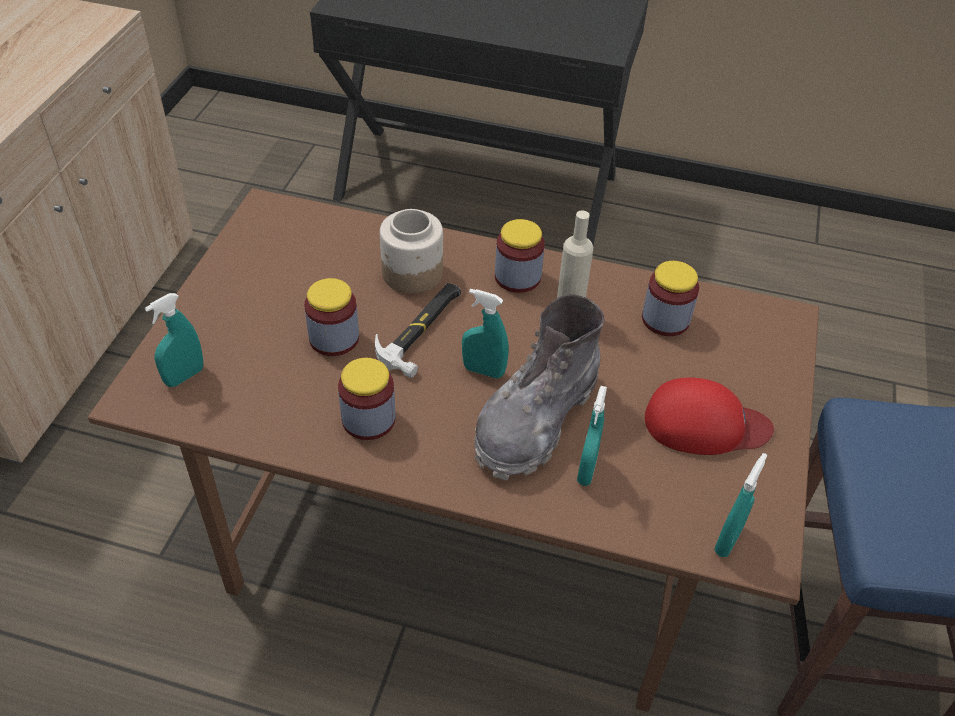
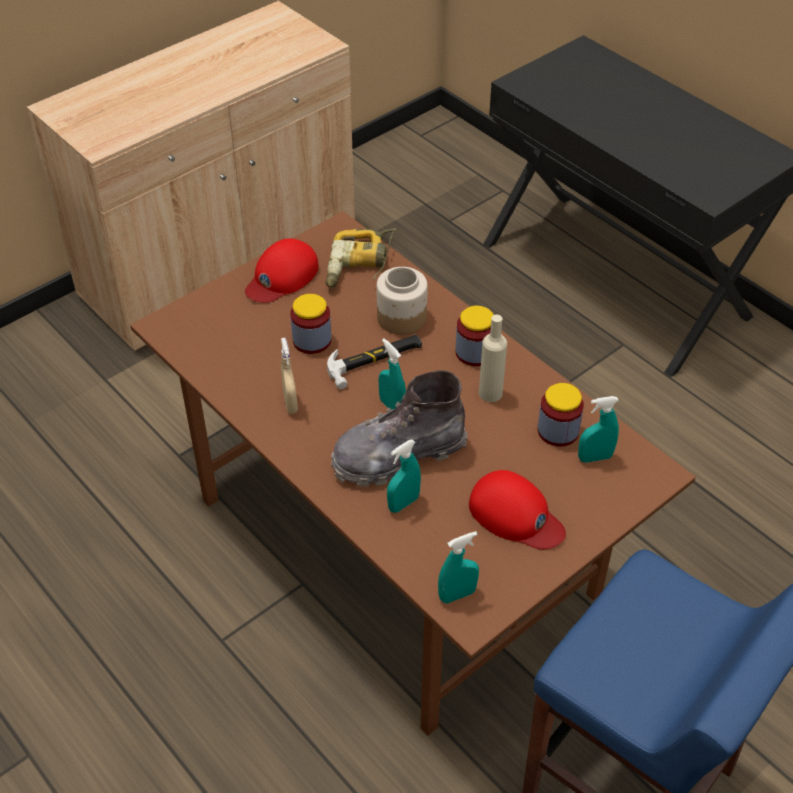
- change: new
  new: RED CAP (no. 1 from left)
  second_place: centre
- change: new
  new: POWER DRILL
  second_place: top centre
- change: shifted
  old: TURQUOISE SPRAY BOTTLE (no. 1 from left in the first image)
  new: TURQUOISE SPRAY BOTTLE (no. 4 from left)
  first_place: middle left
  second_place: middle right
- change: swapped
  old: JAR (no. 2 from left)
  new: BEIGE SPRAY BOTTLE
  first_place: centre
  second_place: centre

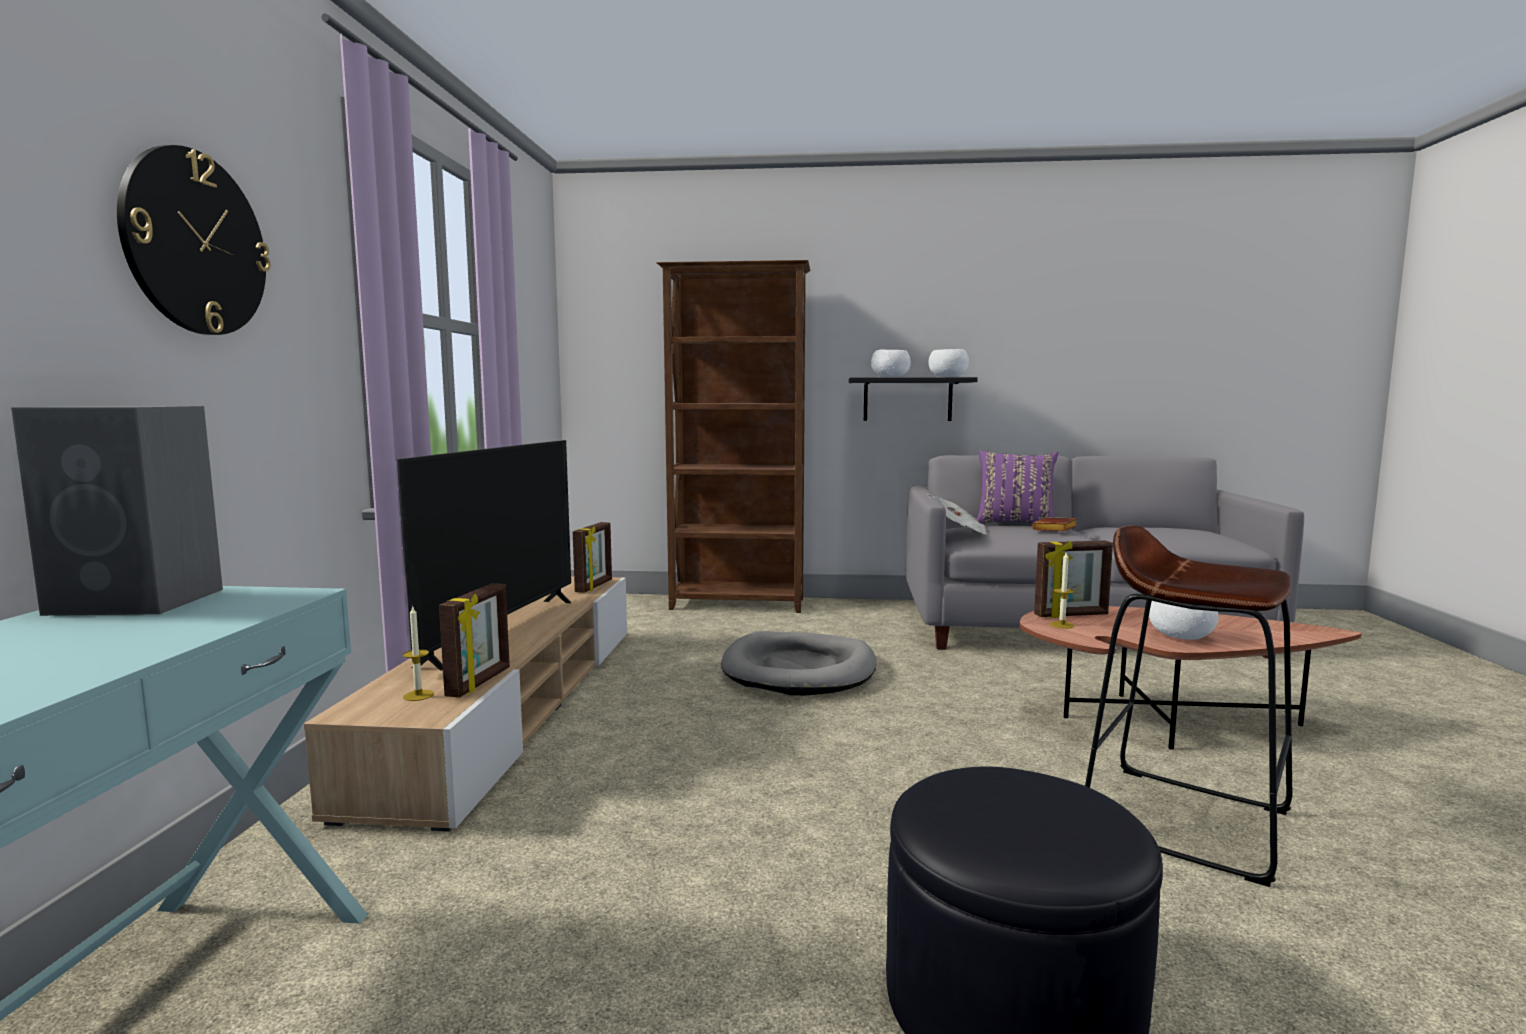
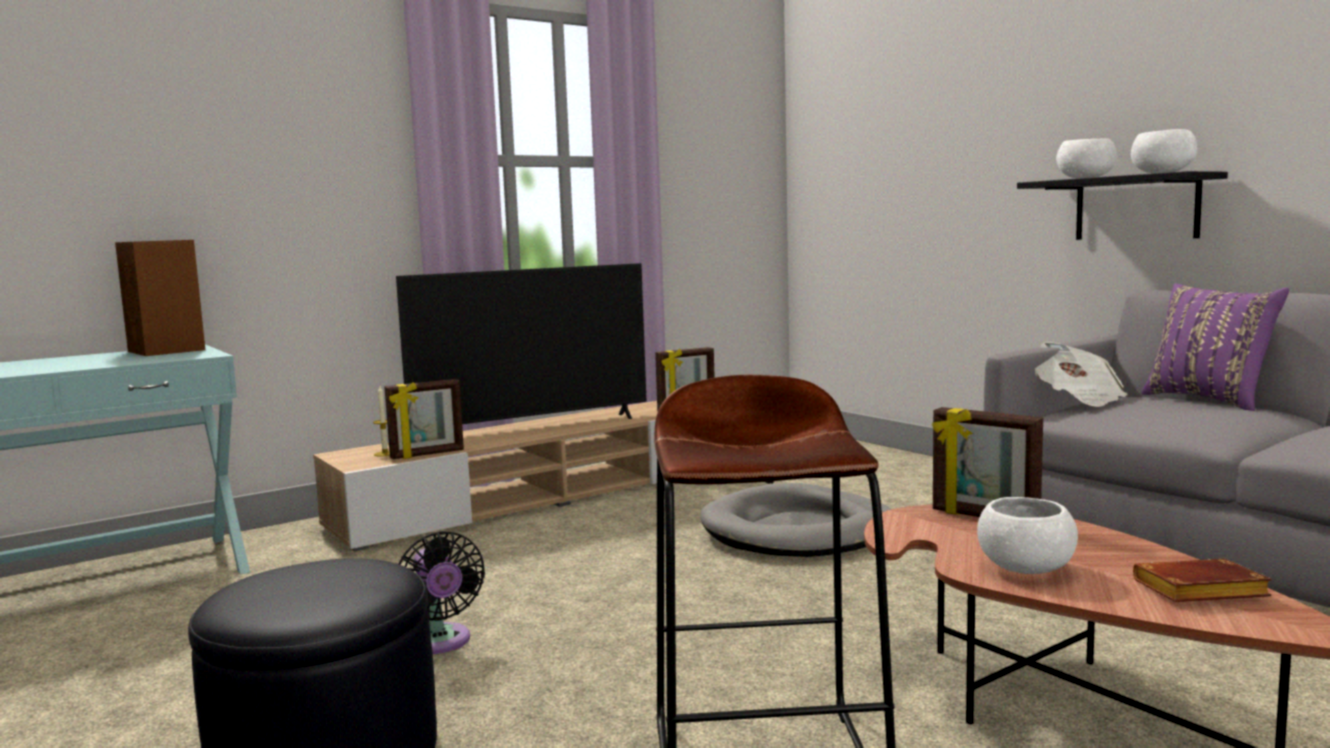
- change: gone
  old: WALL CLOCK
  first_place: top left
- change: gone
  old: BROWN BOOKCASE
  first_place: centre
- change: gone
  old: CANDLE (no. 2 from left)
  first_place: middle right
- change: new
  new: BLACK FAN
  second_place: bottom left
- change: shifted
  old: BROWN BOOK
  first_place: middle right
  second_place: bottom right
- change: repainted
  old: GREY SPEAKER
  new: BROWN SPEAKER
  first_place: middle left
  second_place: middle left

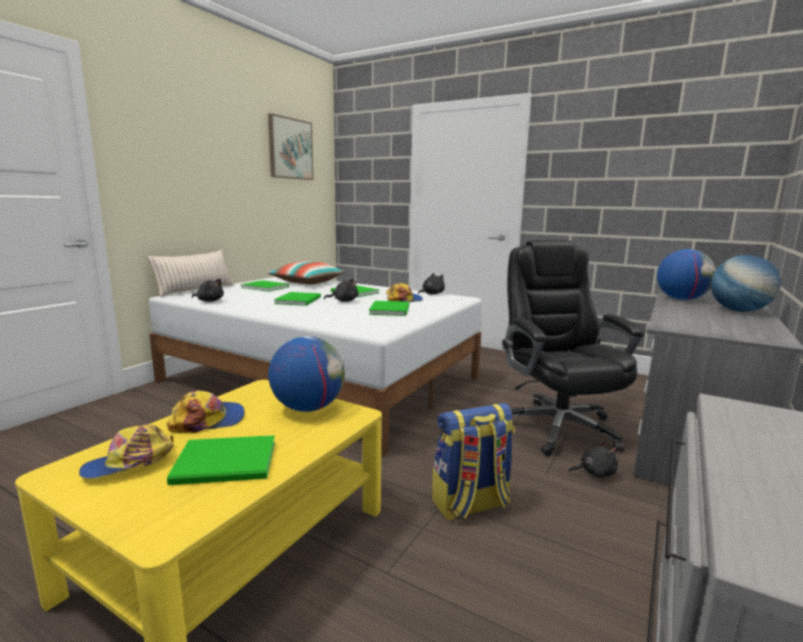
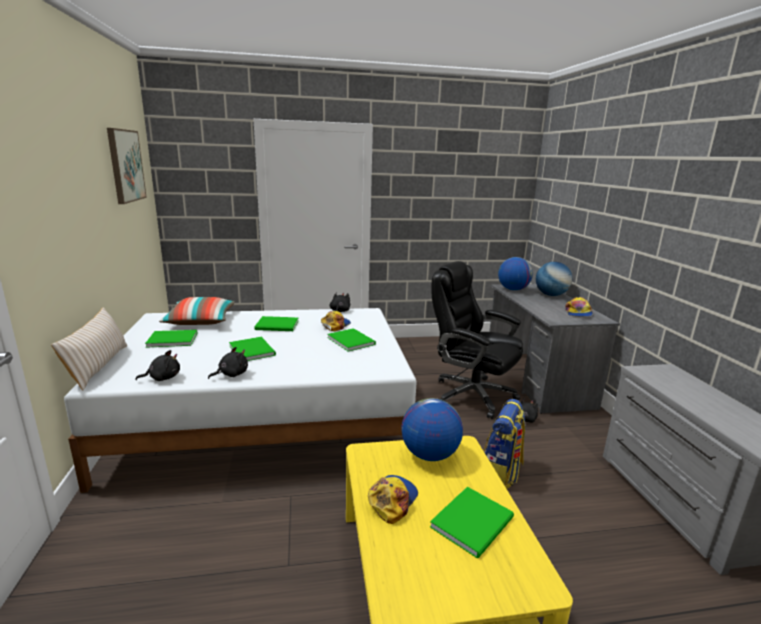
- change: shifted
  old: CAP (no. 1 from left in the first image)
  new: CAP (no. 3 from left)
  first_place: bottom left
  second_place: middle right
- change: shifted
  old: BLACK PLUSH TOY (no. 2 from left)
  first_place: centre
  second_place: middle left

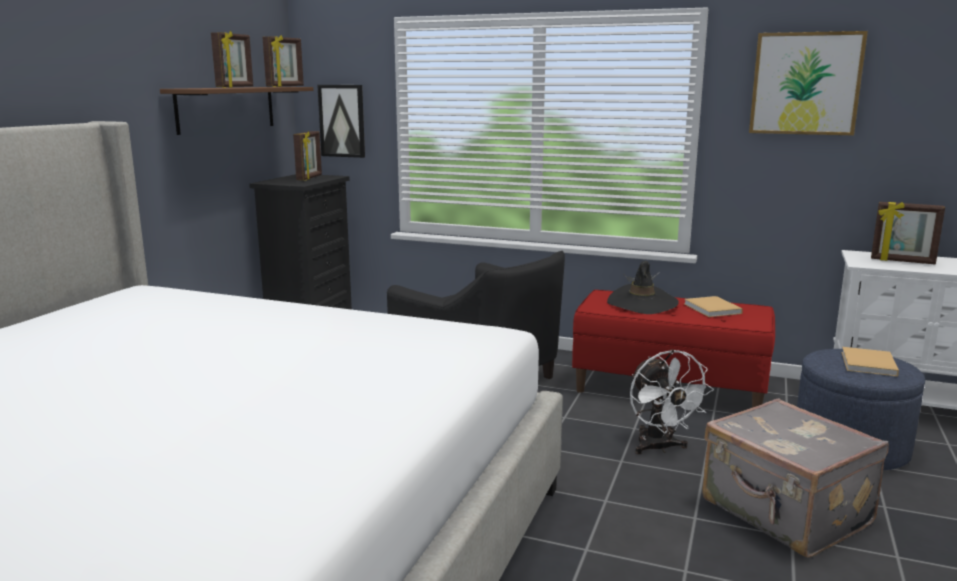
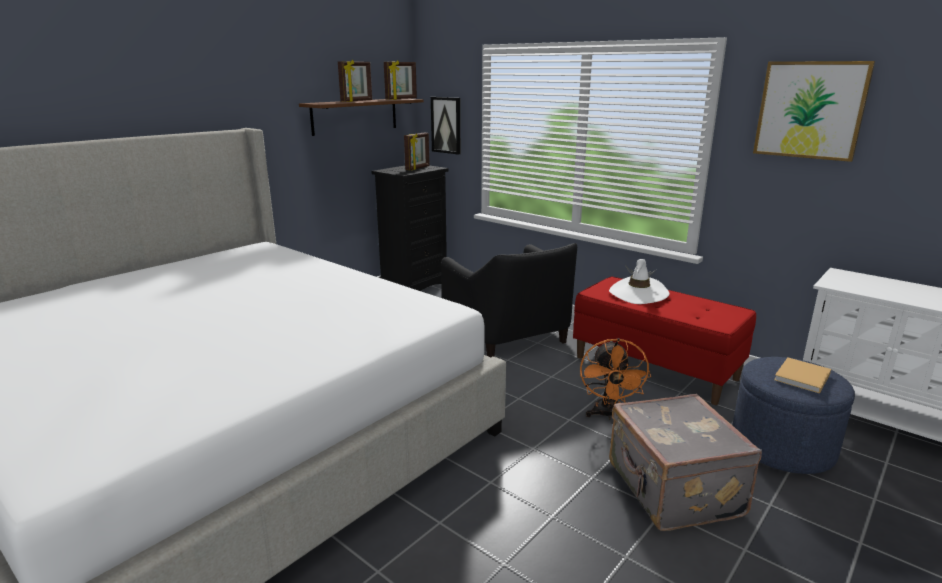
- change: gone
  old: BEIGE BOOK (no. 1 from left)
  first_place: middle right
- change: gone
  old: PICTURE FRAME (no. 4 from left)
  first_place: middle right
- change: repainted
  old: BLACK HAT
  new: WHITE HAT
  first_place: middle right
  second_place: middle right
- change: repainted
  old: WHITE FAN
  new: ORANGE FAN
  first_place: bottom right
  second_place: centre

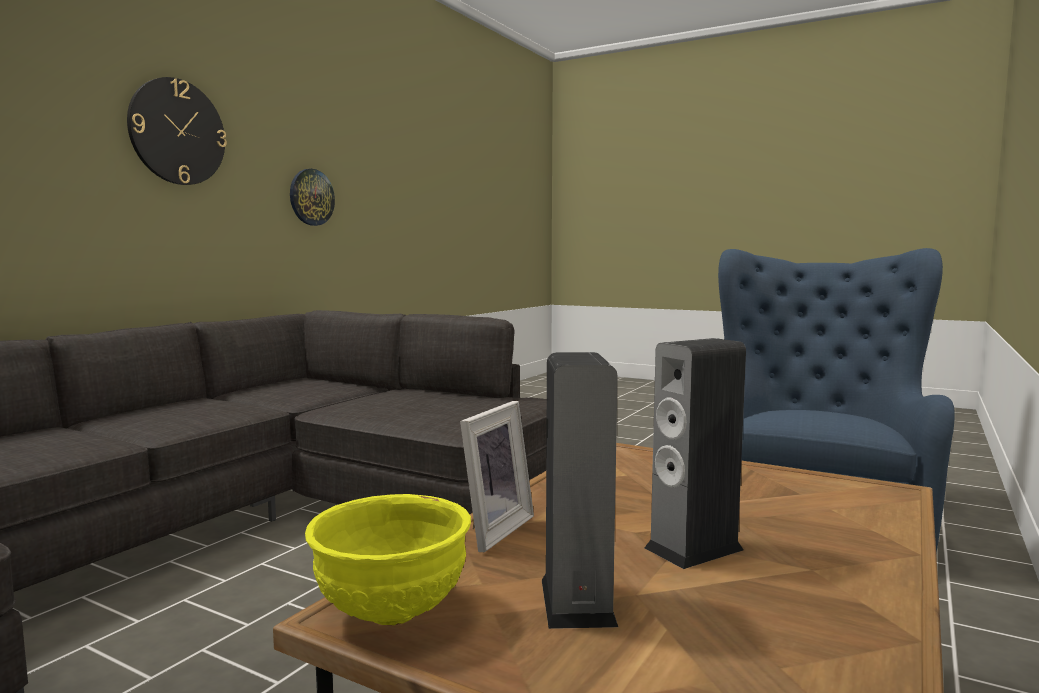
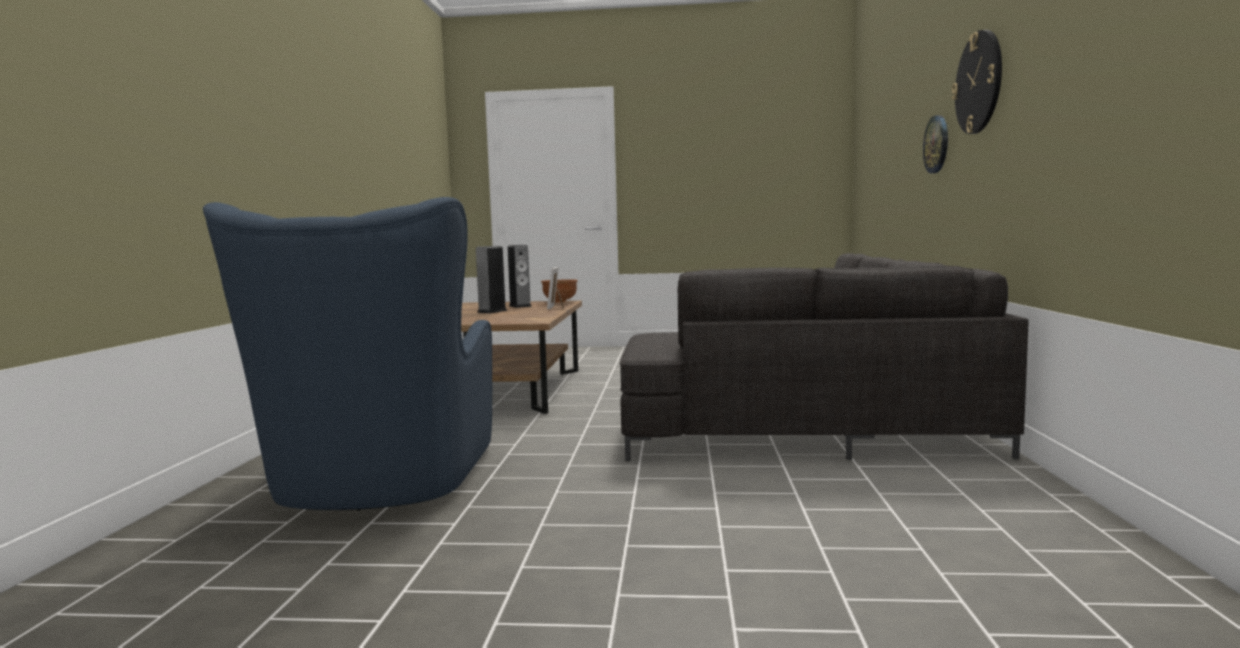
- change: shifted
  old: WALL CLOCK (no. 2 from left in the first image)
  new: WALL CLOCK (no. 1 from left)
  first_place: top left
  second_place: top right
- change: repainted
  old: YELLOW BOWL
  new: BROWN BOWL
  first_place: bottom centre
  second_place: centre

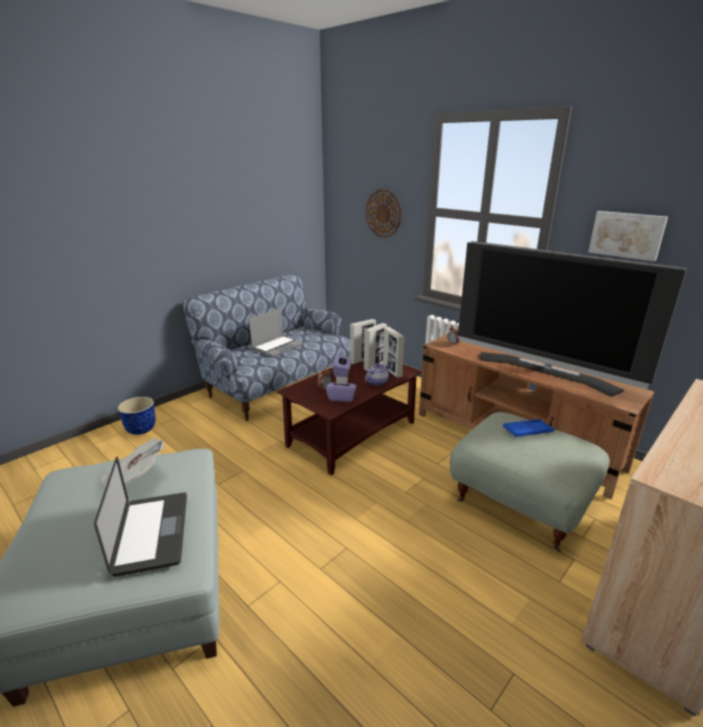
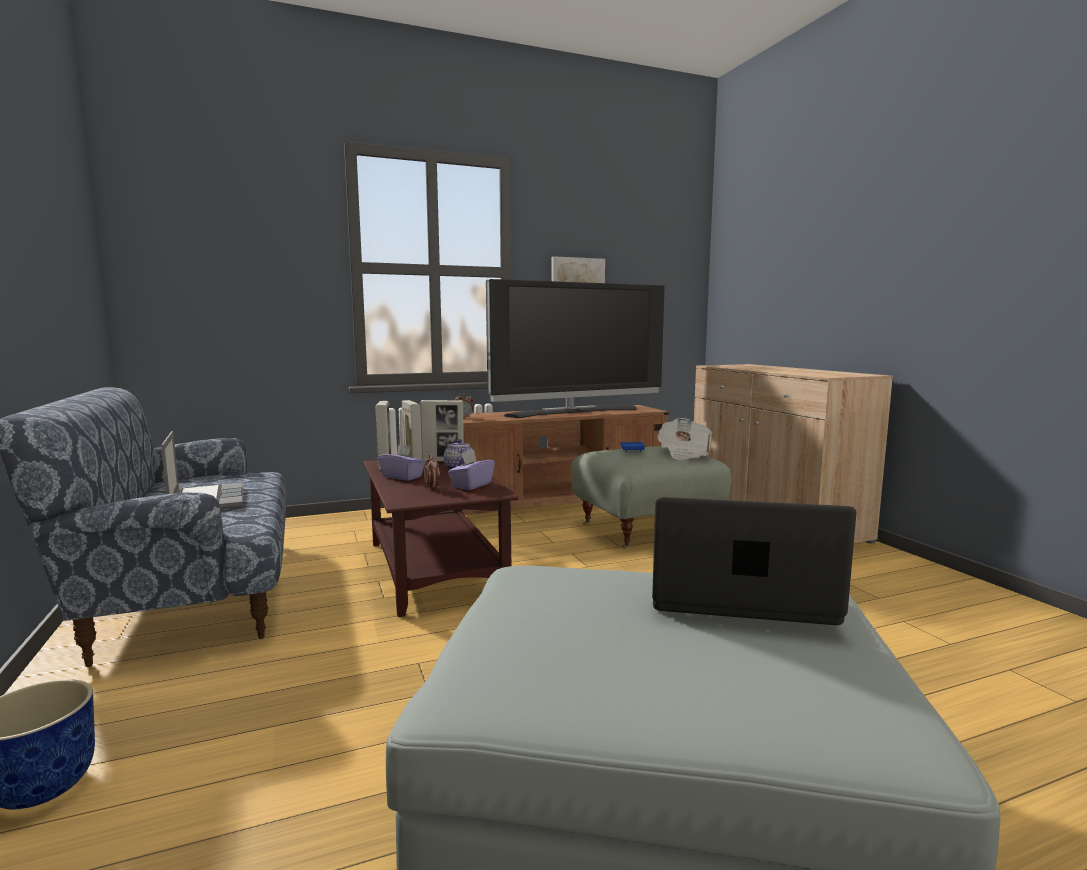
- change: gone
  old: WALL CLOCK
  first_place: top centre
- change: shifted
  old: NEWSPAPER
  first_place: middle left
  second_place: centre

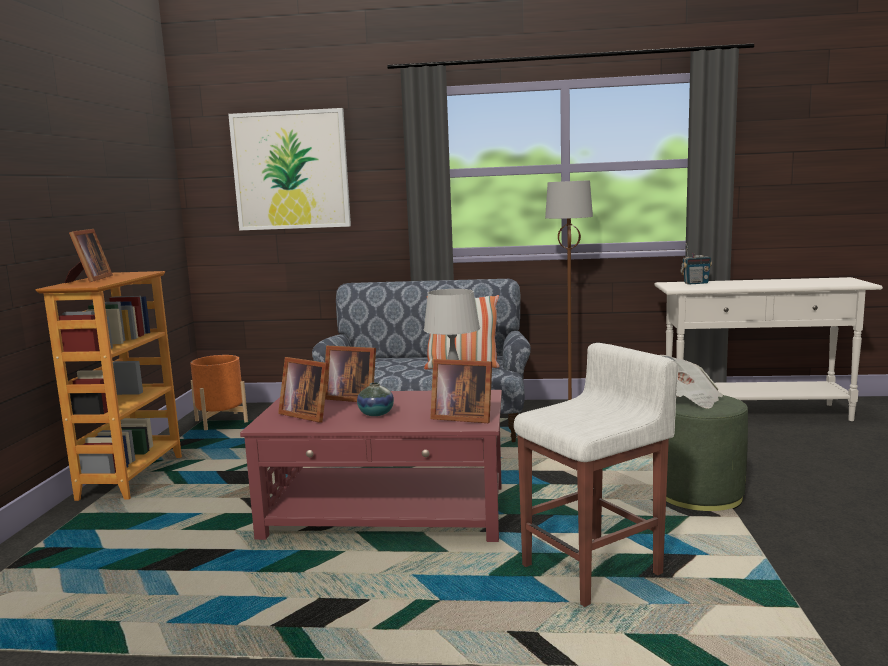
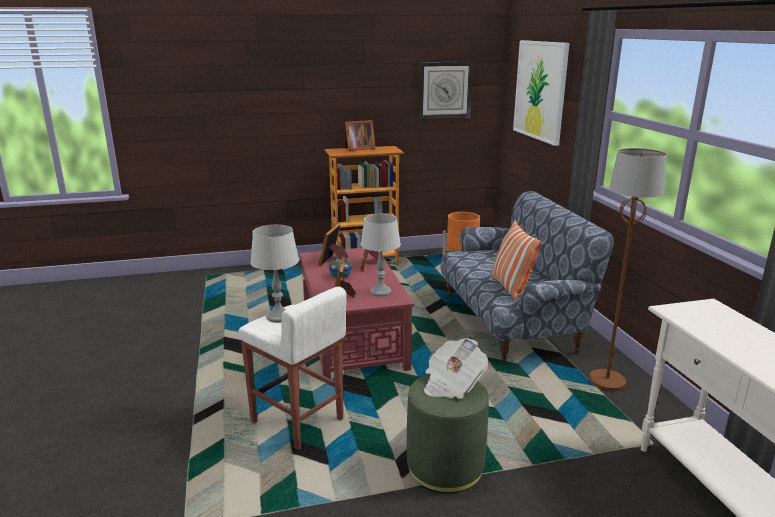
- change: gone
  old: RADIO
  first_place: middle right
- change: new
  new: GREY TABLE LAMP (no. 1 from left)
  second_place: centre
- change: new
  new: WALL CLOCK
  second_place: top centre

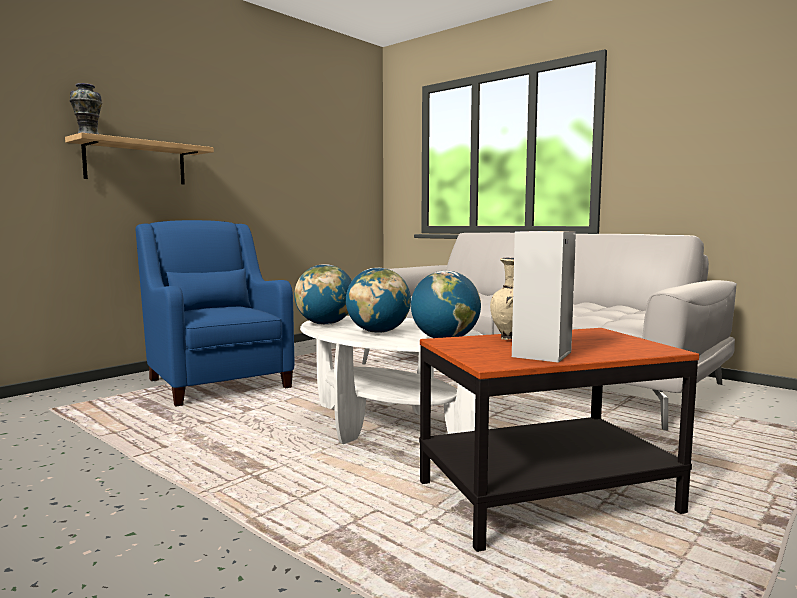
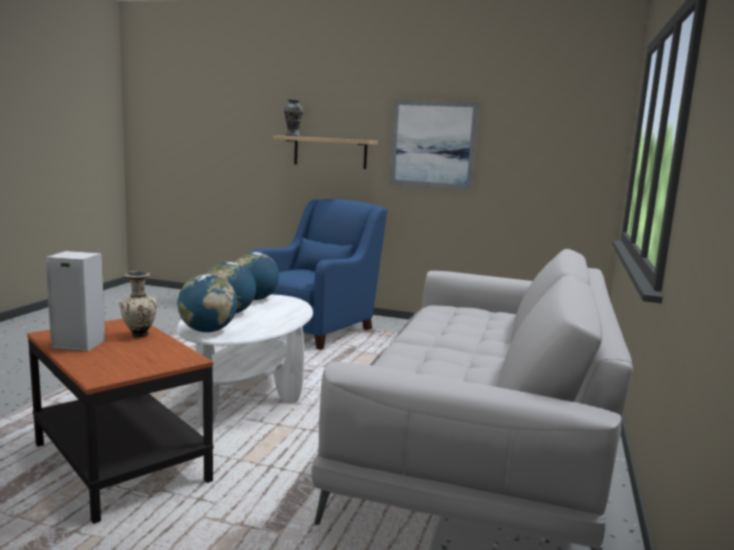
- change: new
  new: PICTURE
  second_place: top centre

